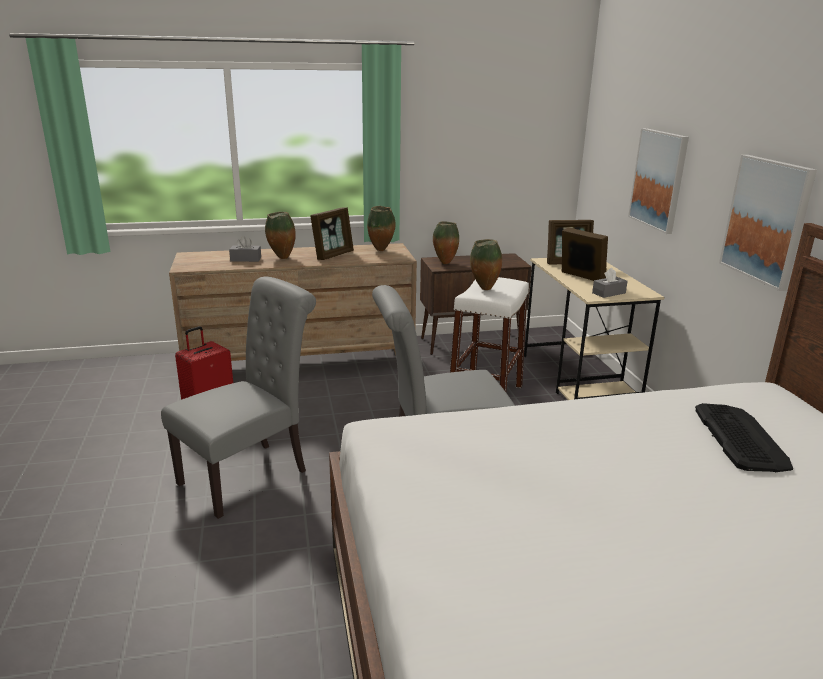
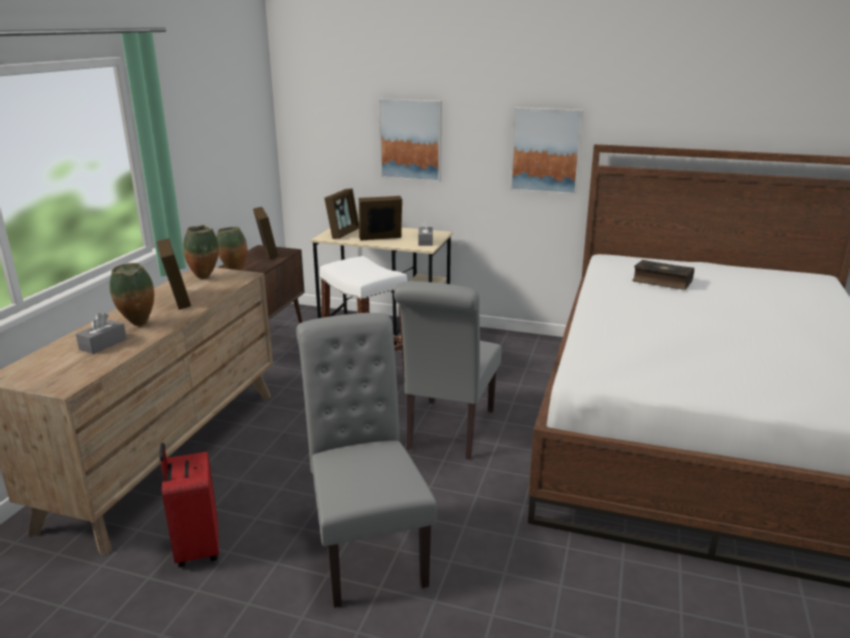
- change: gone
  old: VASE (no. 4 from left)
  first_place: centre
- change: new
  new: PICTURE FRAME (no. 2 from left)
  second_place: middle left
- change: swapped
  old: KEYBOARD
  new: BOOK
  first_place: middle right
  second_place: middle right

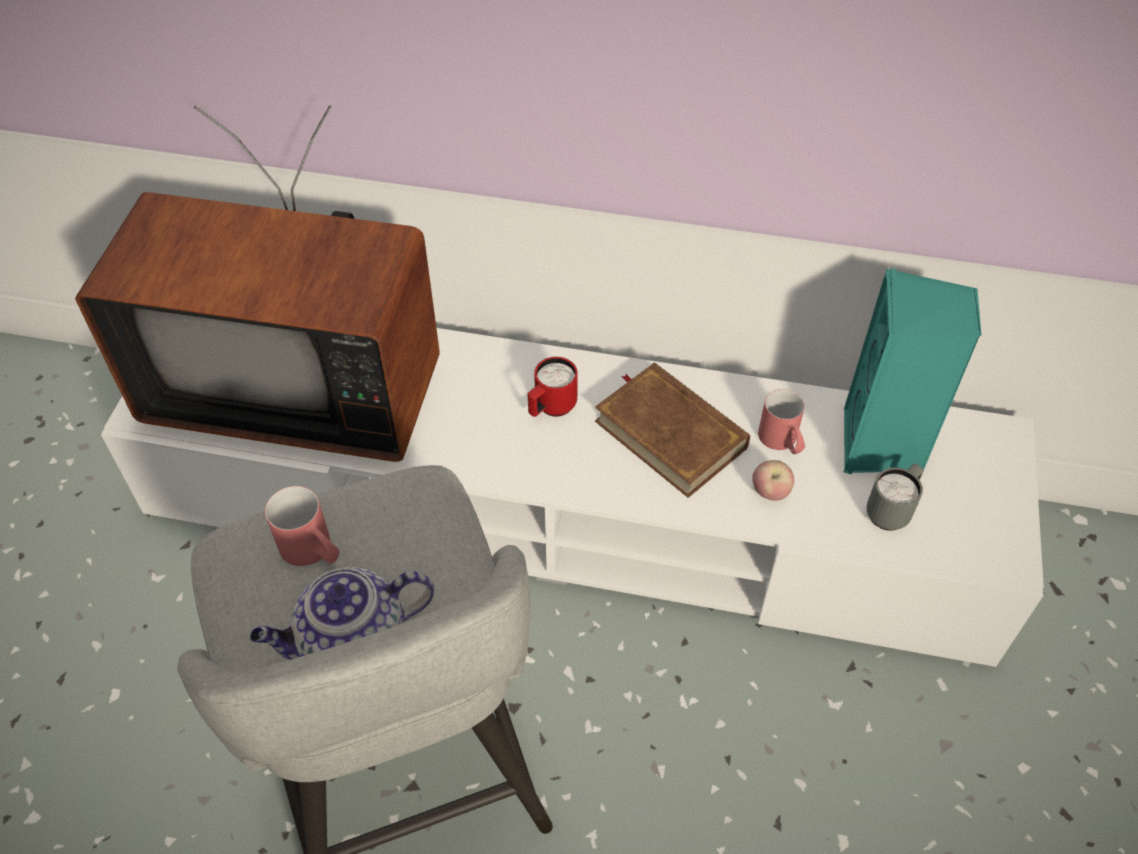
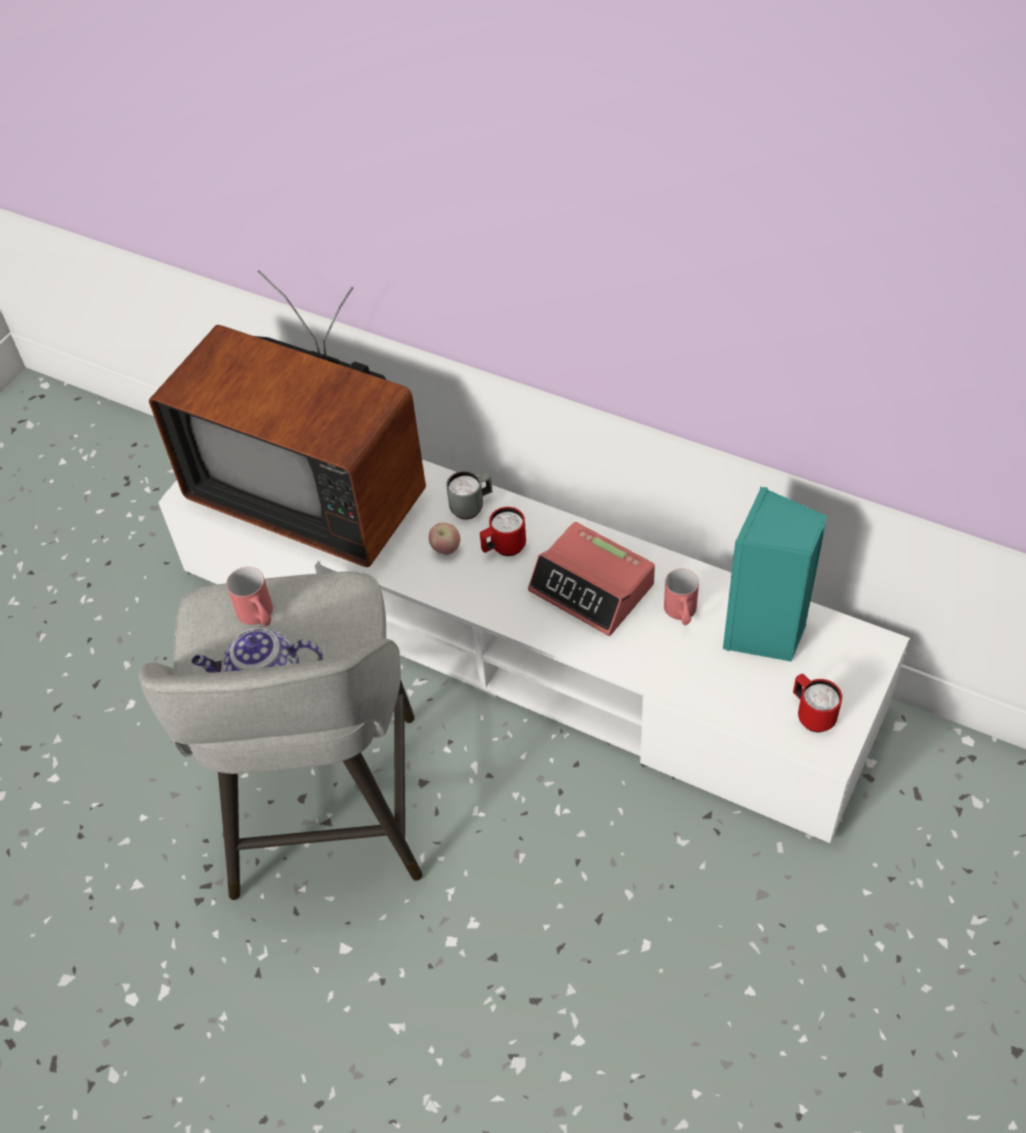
- change: new
  new: RED MUG (no. 4 from left)
  second_place: middle right
- change: shifted
  old: APPLE
  first_place: middle right
  second_place: centre
- change: shifted
  old: GREY MUG
  first_place: middle right
  second_place: centre
- change: swapped
  old: BROWN BOOK
  new: ALARM CLOCK
  first_place: centre
  second_place: centre

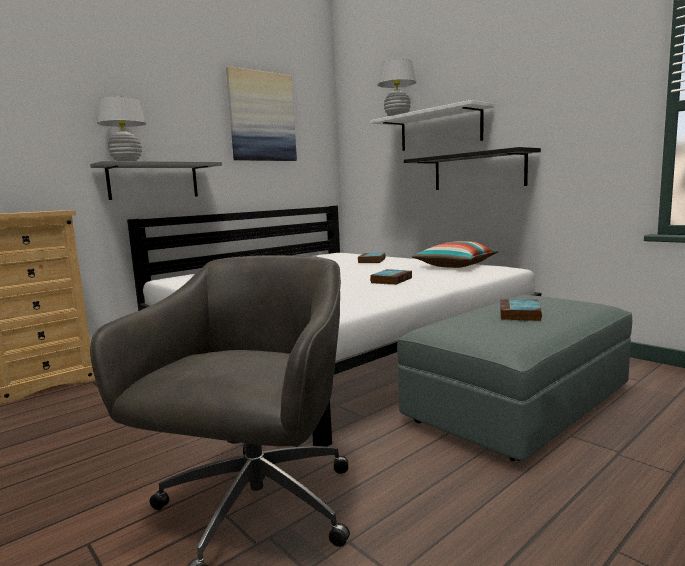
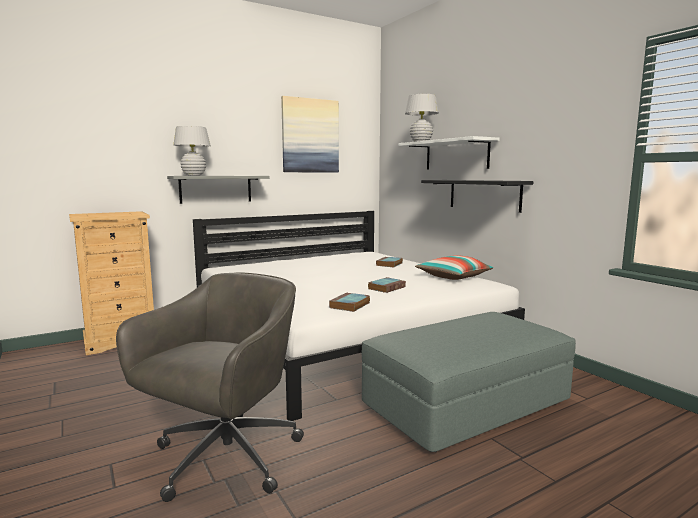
- change: shifted
  old: BOOK (no. 3 from left in the first image)
  new: BOOK (no. 1 from left)
  first_place: middle right
  second_place: centre

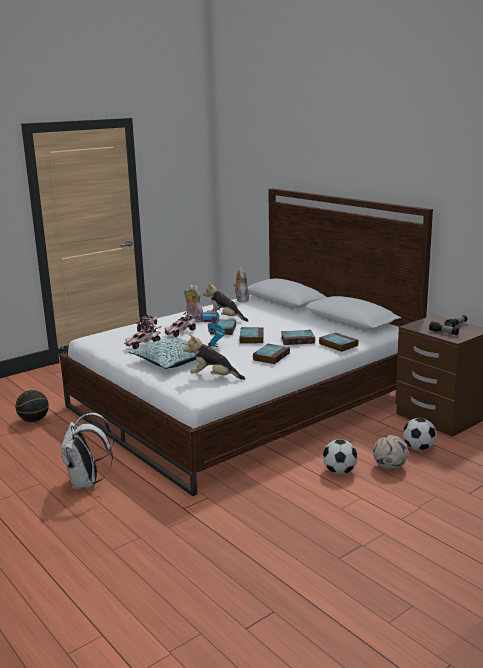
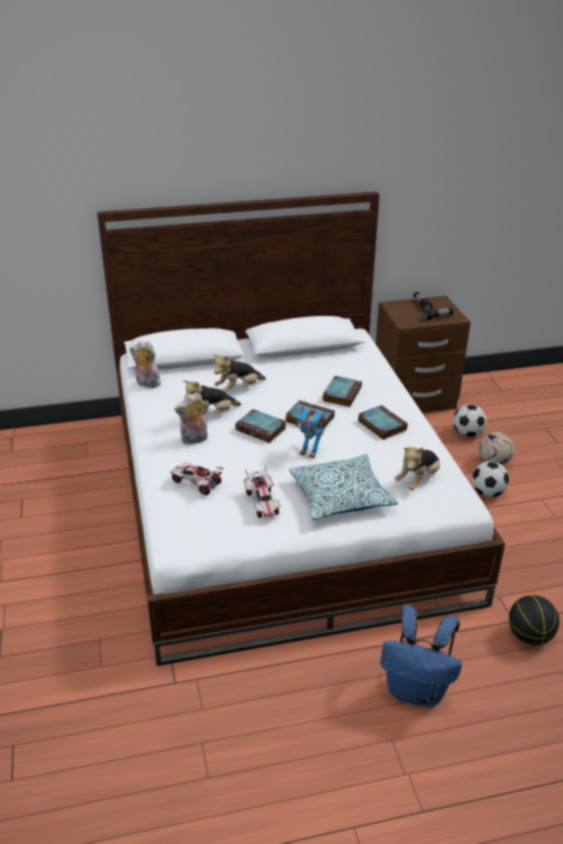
- change: gone
  old: TOY CAR (no. 3 from left)
  first_place: centre
- change: gone
  old: BOOK (no. 5 from left)
  first_place: middle right
- change: new
  new: PLUSH TOY (no. 4 from left)
  second_place: centre
- change: shifted
  old: BASKETBALL
  first_place: middle left
  second_place: bottom right
- change: repainted
  old: WHITE BACKPACK
  new: BLUE BACKPACK
  first_place: bottom left
  second_place: bottom right

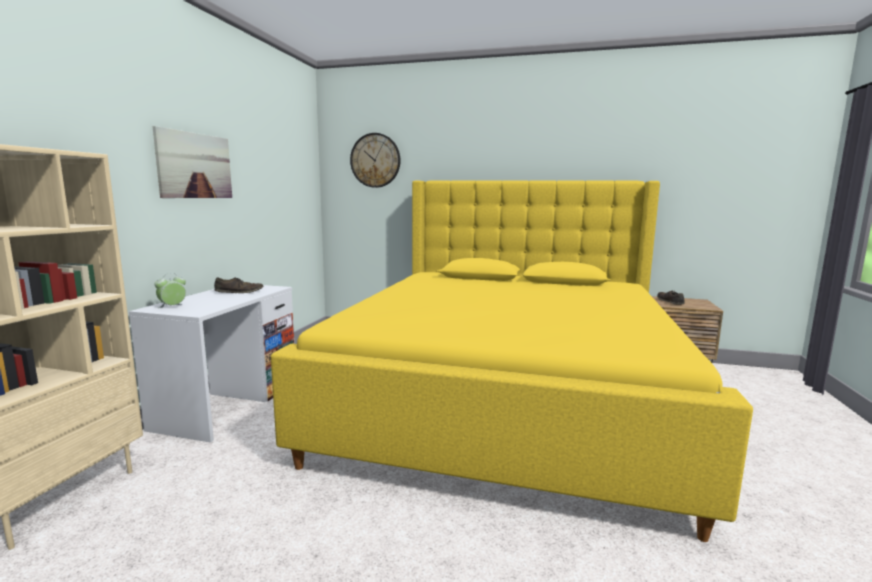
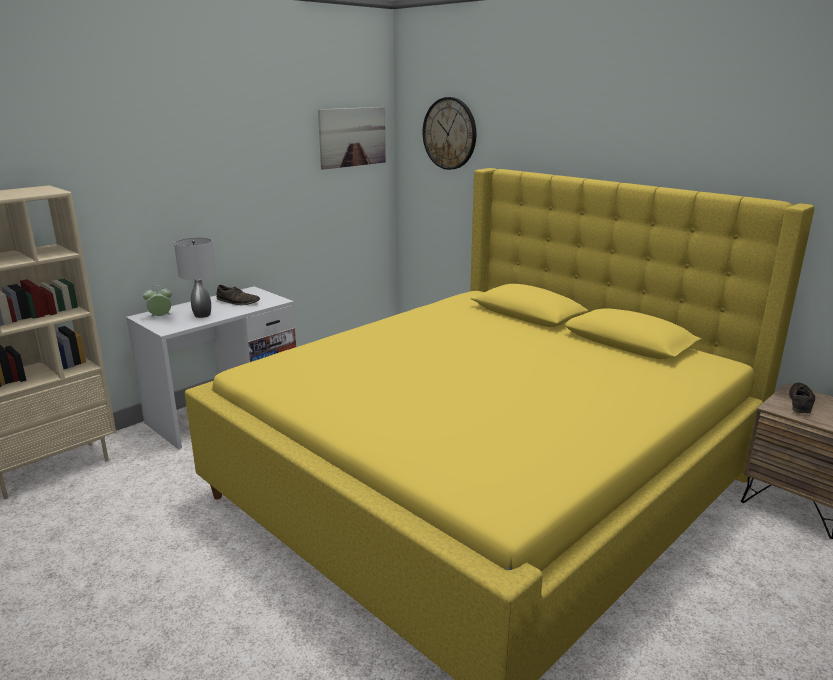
- change: new
  new: GREY TABLE LAMP
  second_place: middle left
- change: shifted
  old: PICTURE
  first_place: top left
  second_place: top centre

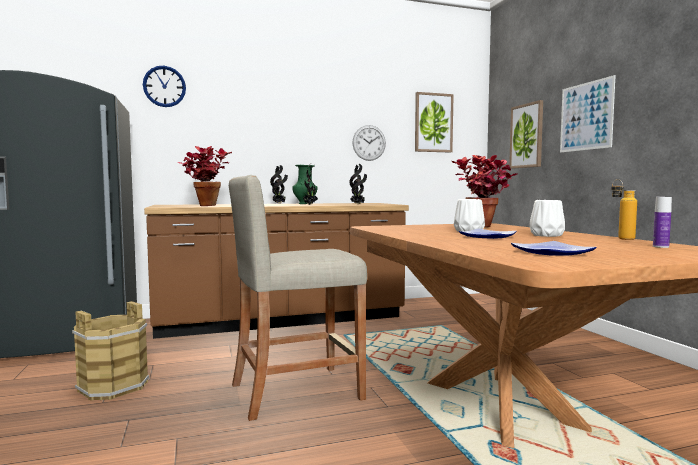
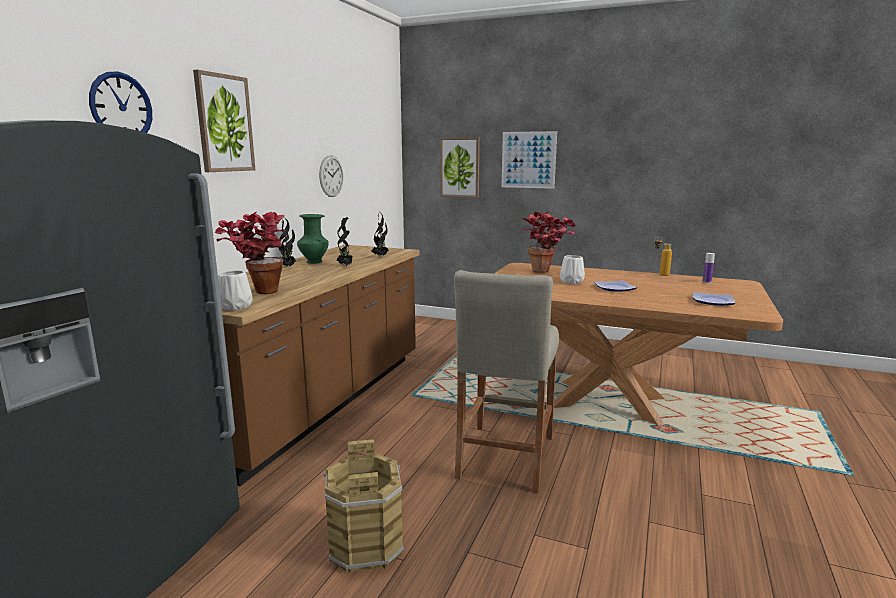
- change: shifted
  old: PICTURE (no. 1 from left)
  first_place: top centre
  second_place: top left
- change: shifted
  old: WHITE VASE (no. 2 from left in the first image)
  new: WHITE VASE (no. 1 from left)
  first_place: middle right
  second_place: middle left

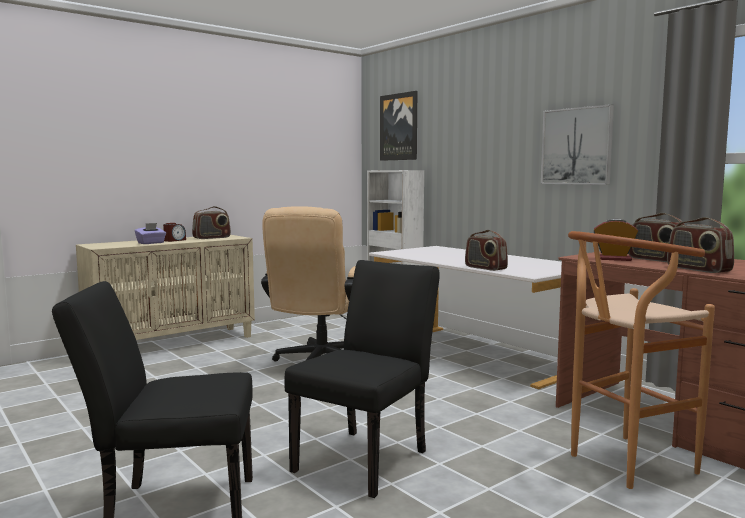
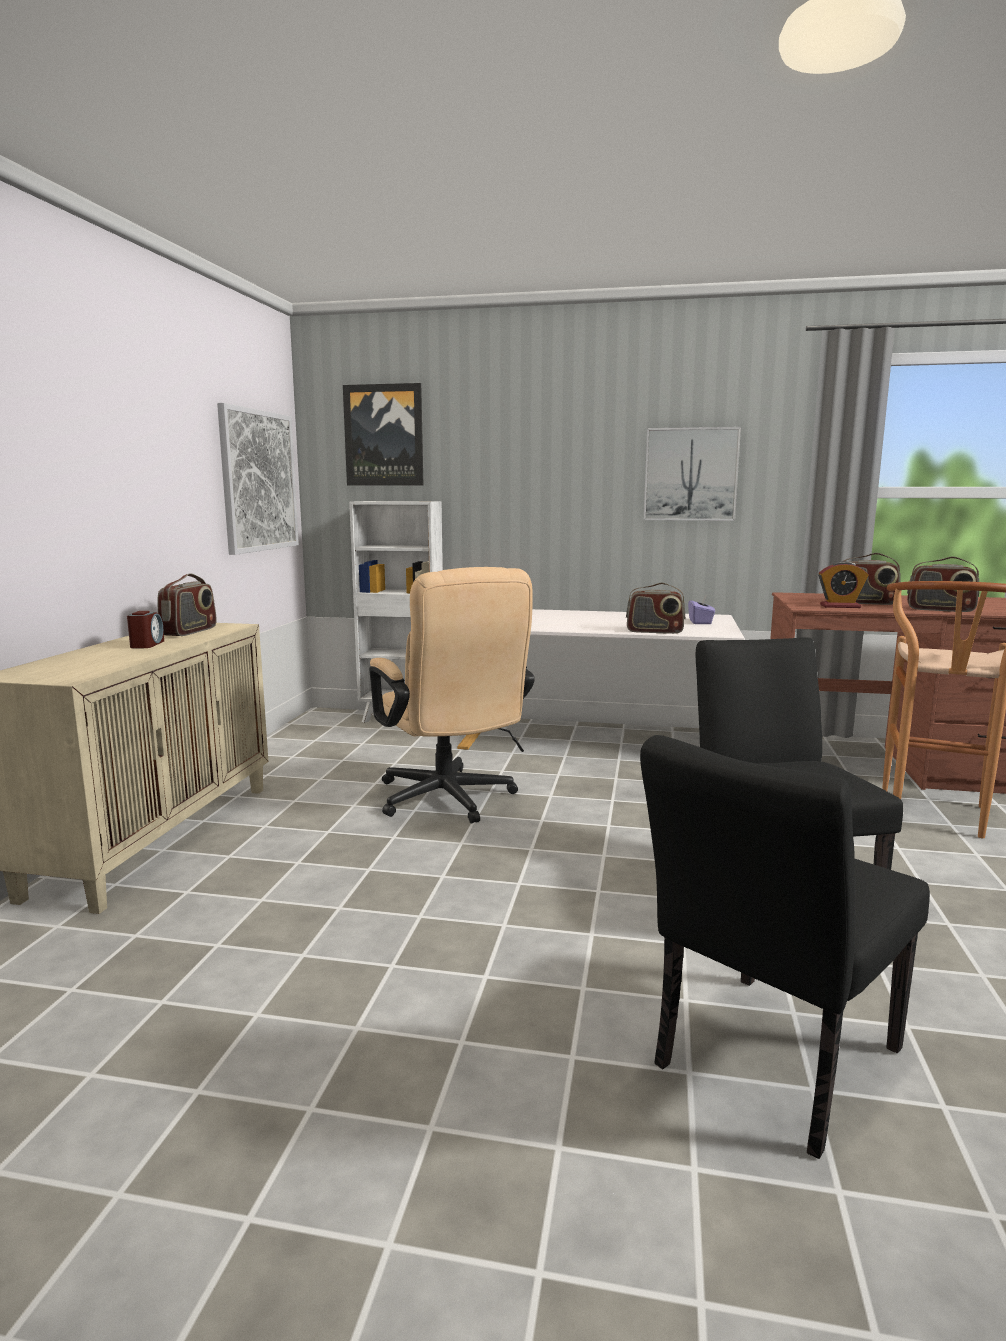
- change: new
  new: PICTURE (no. 1 from left)
  second_place: middle left
- change: shifted
  old: PURPLE TISSUE BOX
  first_place: middle left
  second_place: middle right
- change: rotated
  old: ALARM CLOCK (no. 2 from left)
  first_place: middle right
  second_place: middle right
  degrees: -150

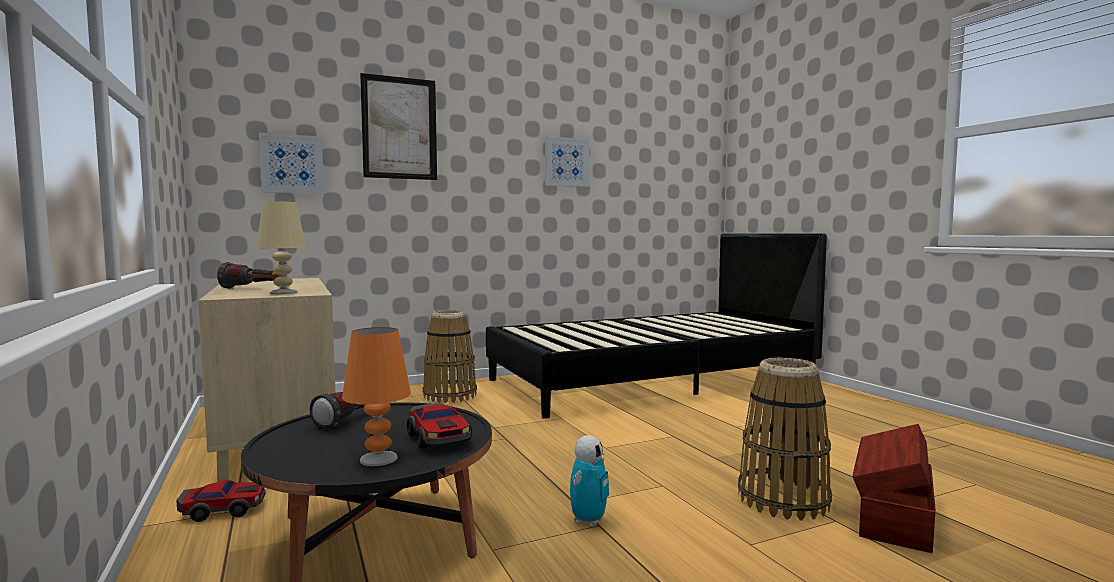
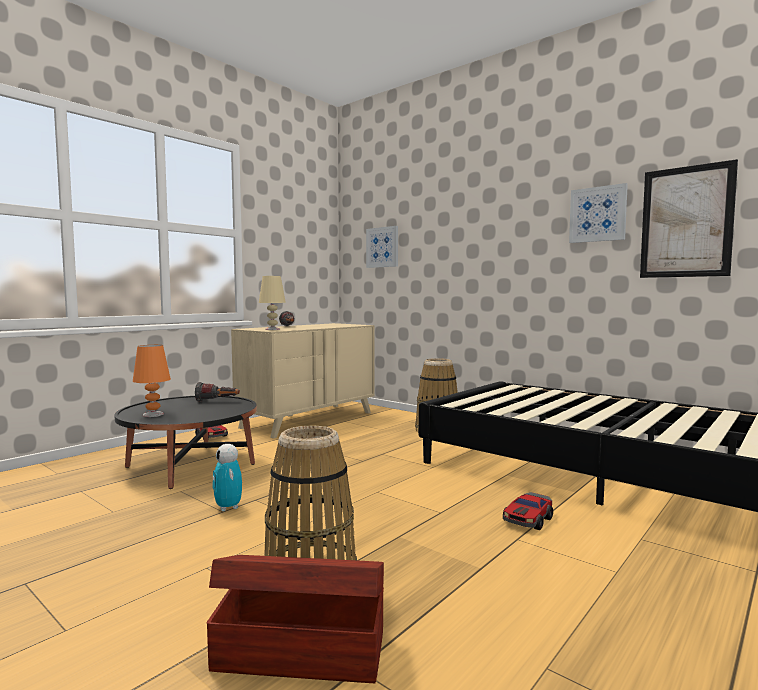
- change: shifted
  old: PICTURE (no. 2 from left in the first image)
  new: PICTURE (no. 3 from left)
  first_place: top centre
  second_place: top right
- change: shifted
  old: TOY CAR (no. 2 from left)
  first_place: bottom centre
  second_place: bottom right
- change: rotated
  old: TOY ROBOT
  first_place: bottom centre
  second_place: bottom left
  degrees: 60

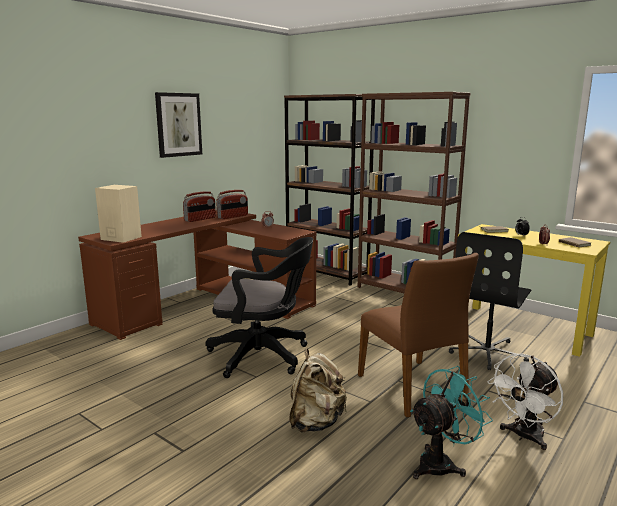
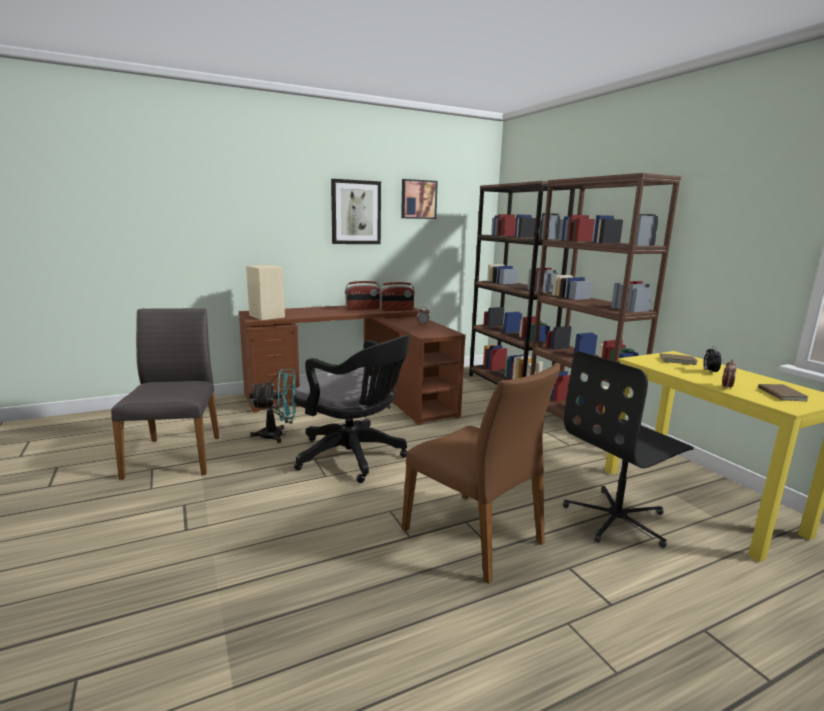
- change: gone
  old: BEIGE BACKPACK
  first_place: bottom centre
- change: gone
  old: WHITE FAN
  first_place: bottom right
- change: new
  new: GREY CHAIR
  second_place: middle left
- change: new
  new: PICTURE (no. 2 from left)
  second_place: top centre
- change: shifted
  old: TURQUOISE FAN
  first_place: bottom right
  second_place: middle left
- change: rotated
  old: BROWN CHAIR
  first_place: middle right
  second_place: centre
  degrees: -45

